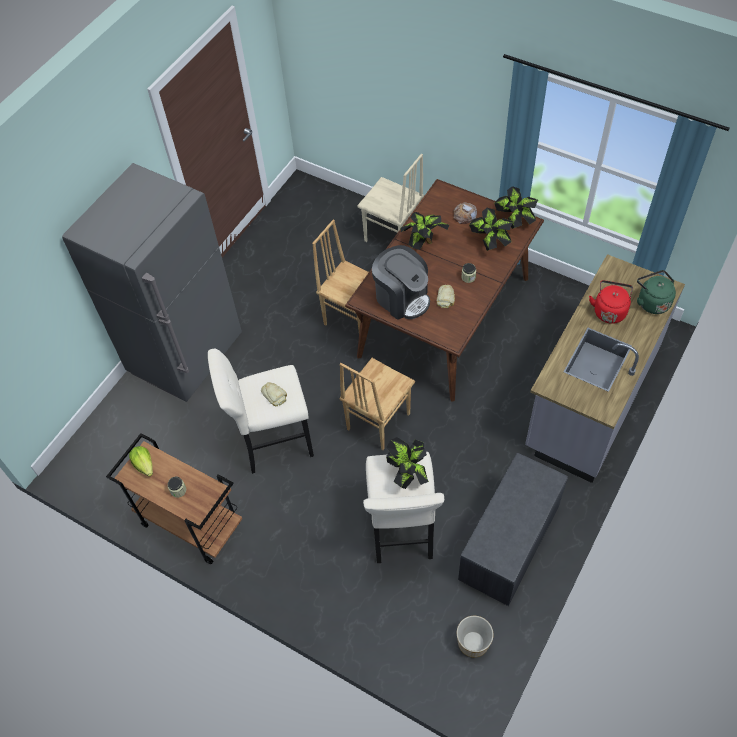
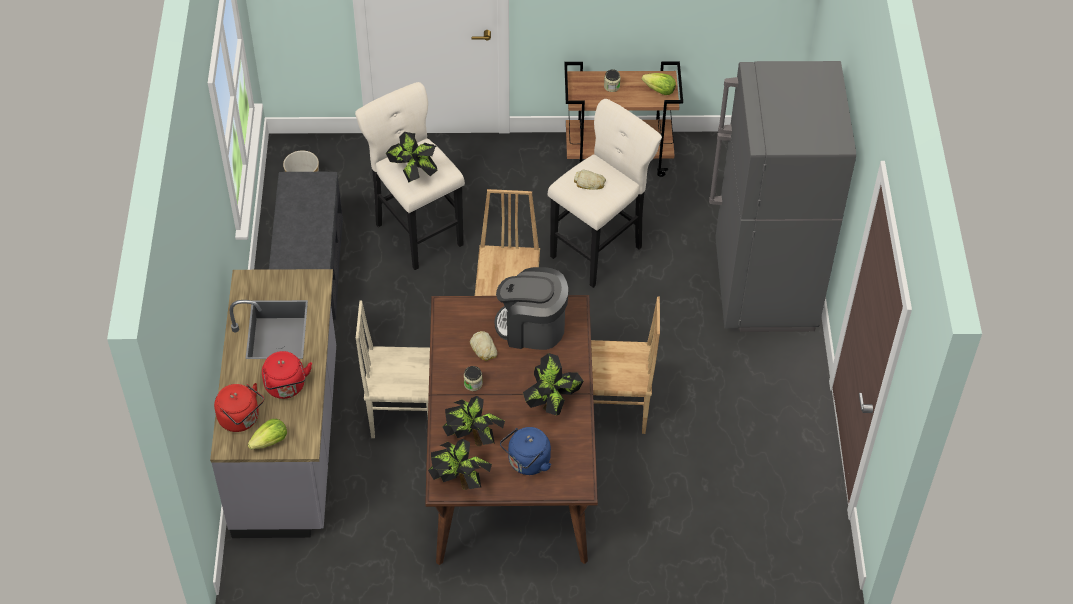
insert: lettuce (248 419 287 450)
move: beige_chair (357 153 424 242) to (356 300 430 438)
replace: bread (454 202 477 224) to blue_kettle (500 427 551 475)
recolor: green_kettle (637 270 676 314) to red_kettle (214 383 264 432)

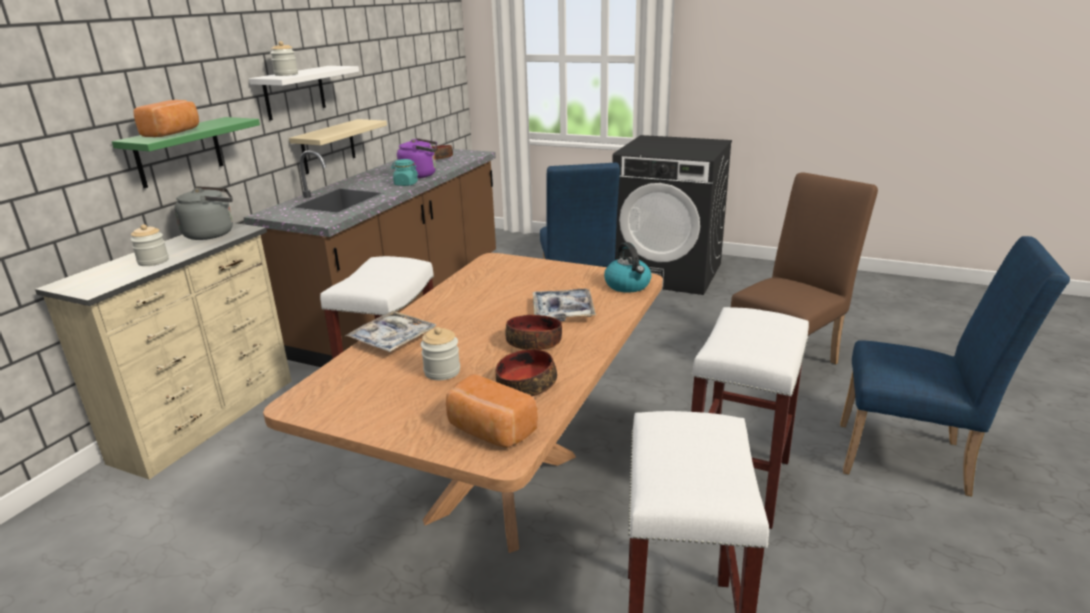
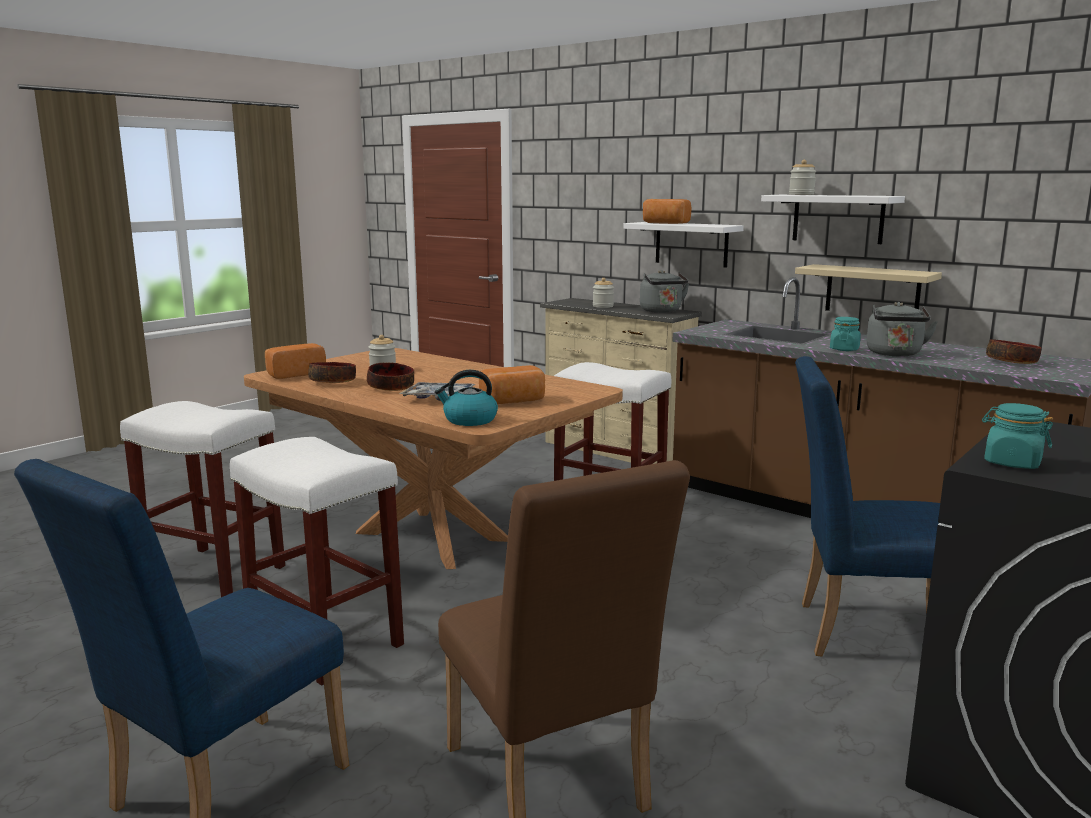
delete: tray (345 311 436 352)
insert: bread (479 365 545 404); turquoise_jar (982 403 1053 469)
recolor: green_shelf (112 117 260 188) to white_shelf (623 222 744 268); purple_kettle (397 138 437 178) to grey_kettle (867 302 938 356)

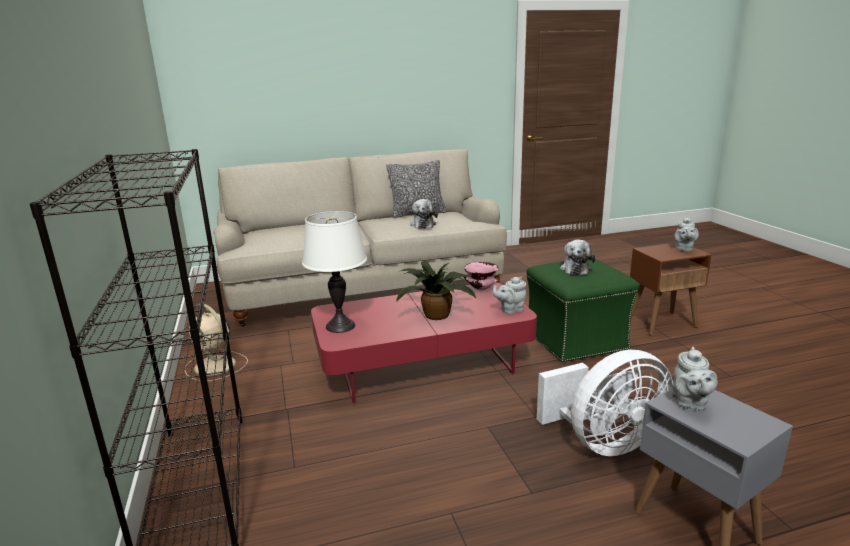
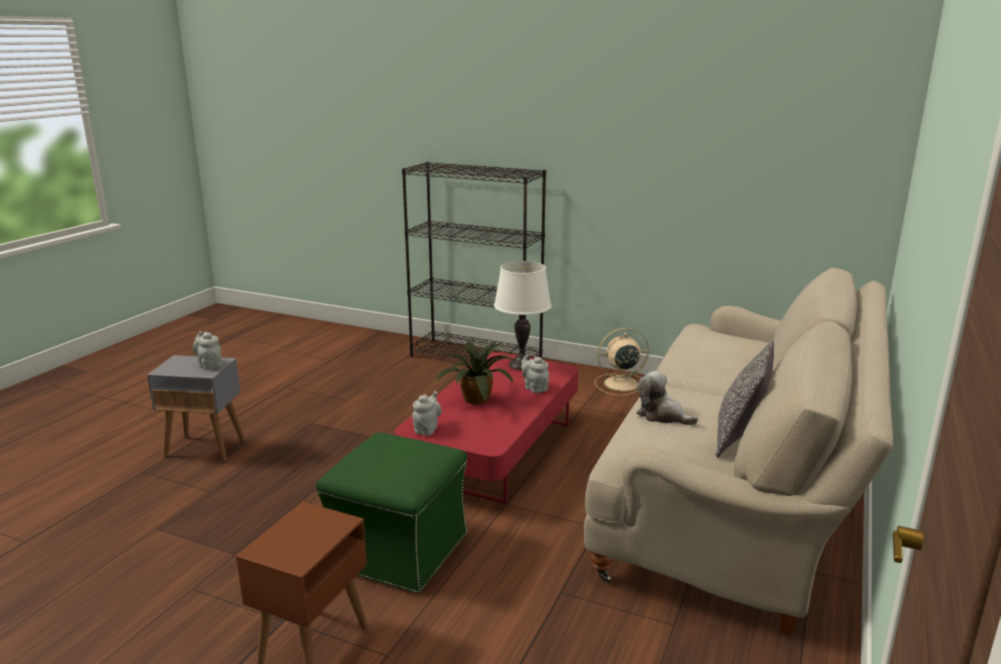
delete: pink_bowl (464 262 499 291); white_fan (537 350 673 456); plush_toy (560 239 595 275)
move: grey_teapot (674 217 699 252) to (521 355 549 393)

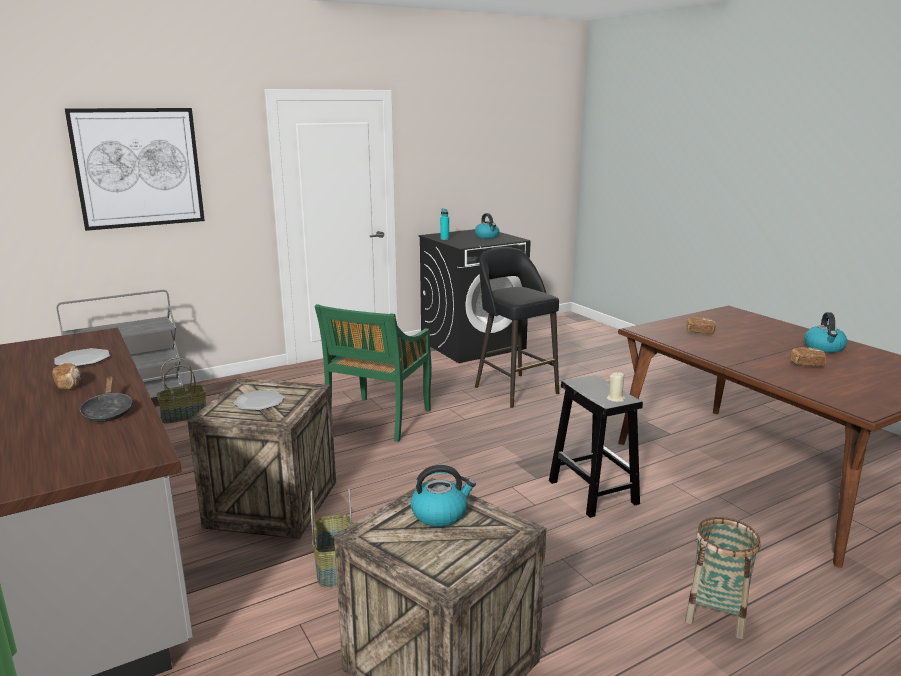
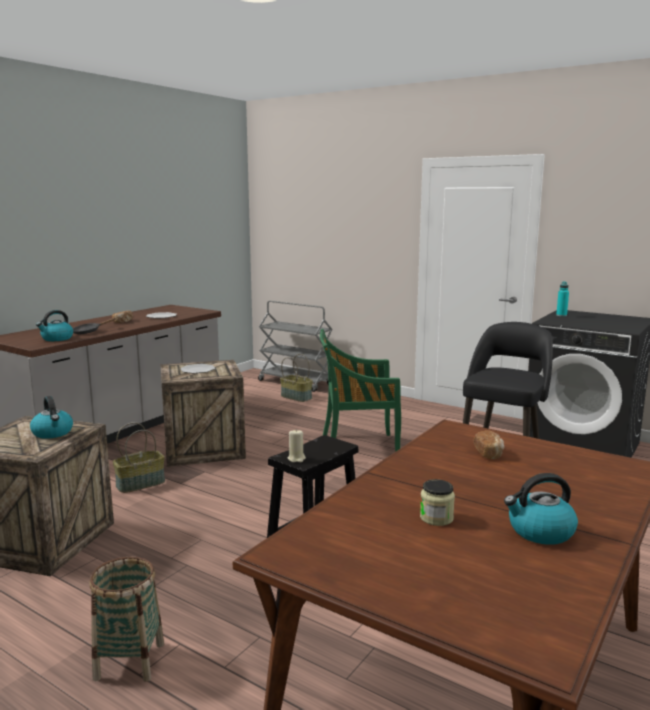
delete: picture (65 108 205 231)
move: kettle (475 213 500 239) to (36 310 73 341)
replace: bread (790 347 826 366) to jar (420 479 455 526)

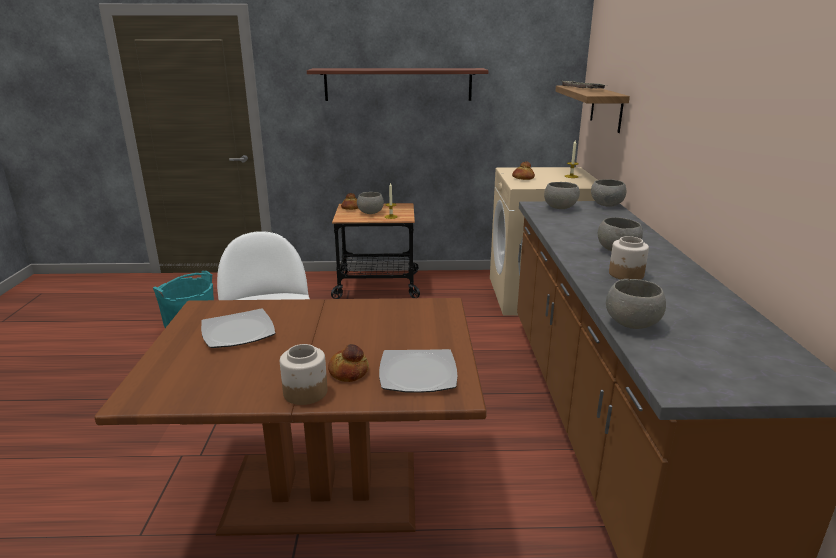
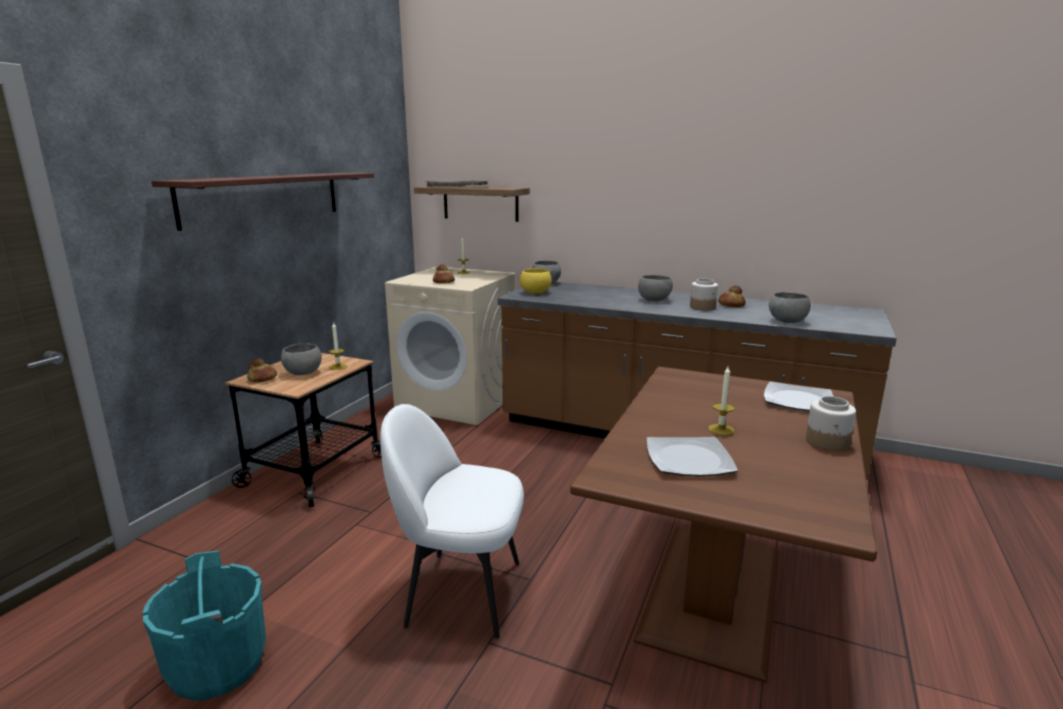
insert: candle (708 366 735 435)
move: bread (328 344 369 382) to (718 286 746 307)
recolor: grey_bowl (544 182 580 209) to yellow_bowl (520 268 551 294)

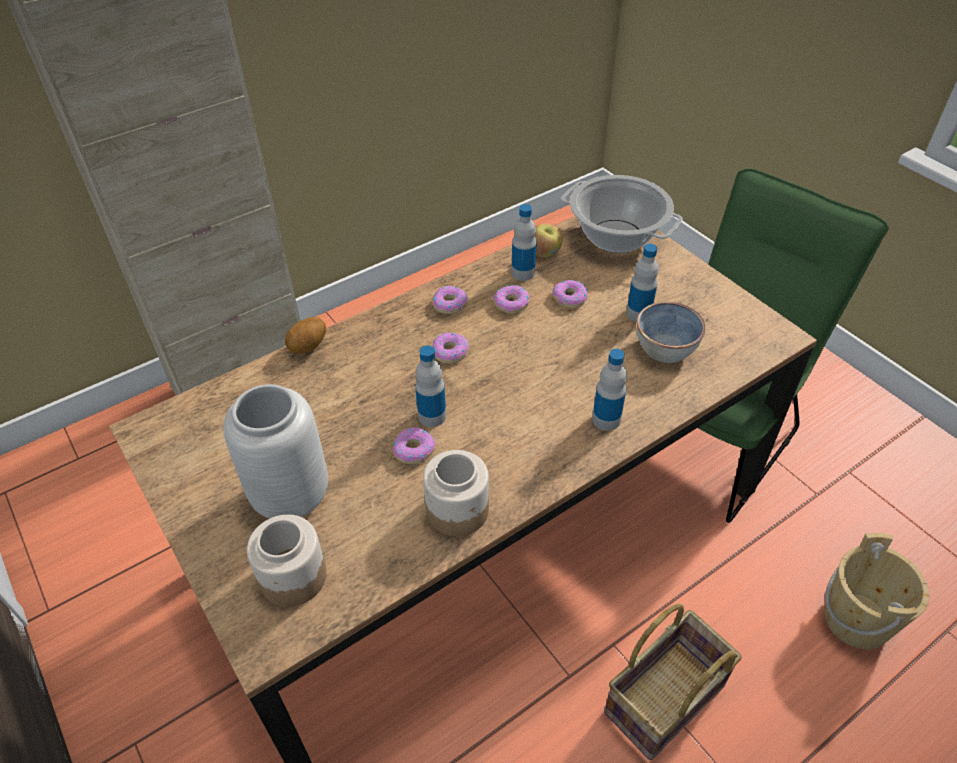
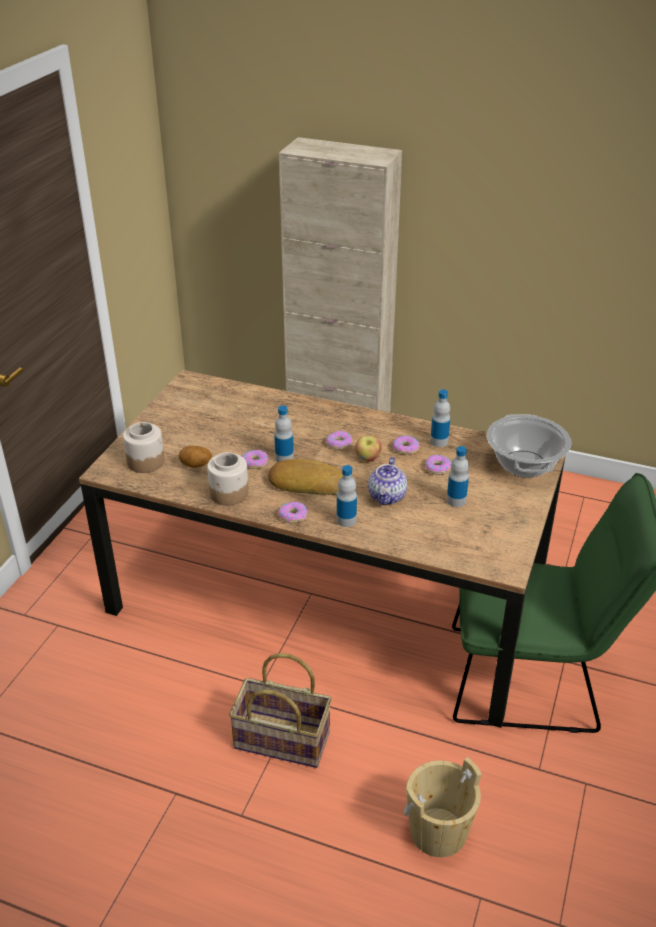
delete: grey_vase (223 384 328 519); bowl (637 302 706 363)
insert: bread (268 459 343 495); teapot (368 457 407 505)
move: potato (285 317 326 354) to (179 446 212 468); donut (433 286 468 314) to (278 502 308 523); apple (535 223 563 257) to (355 436 381 462)

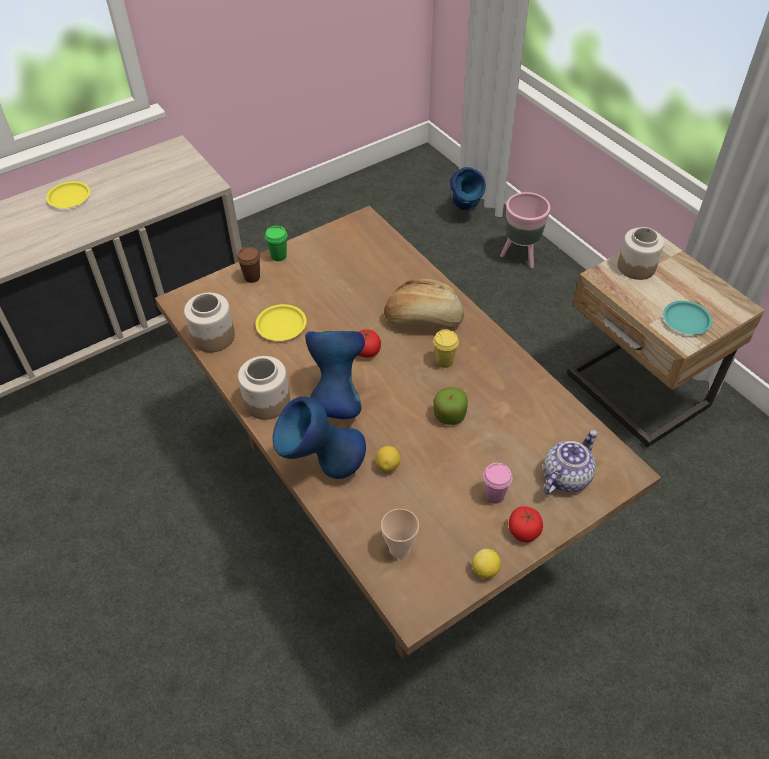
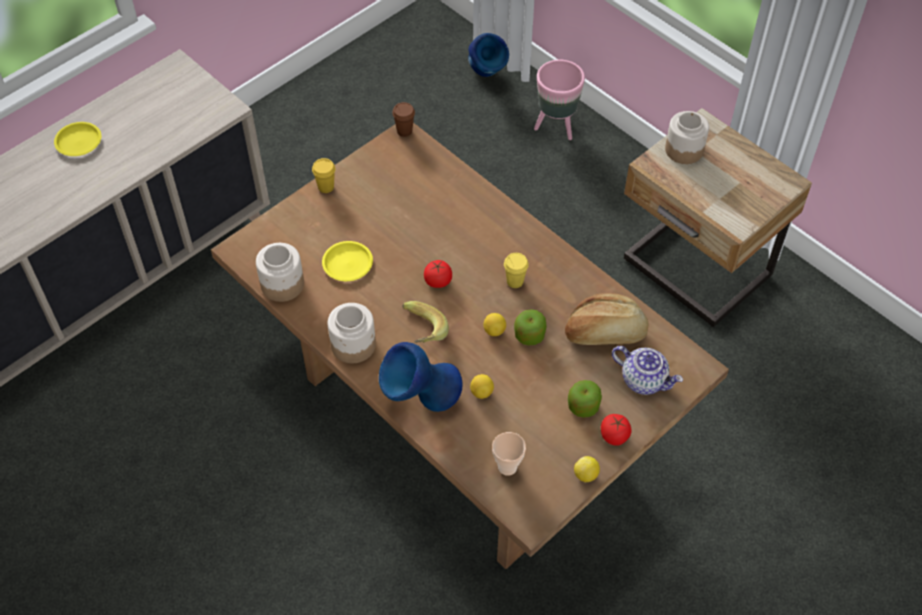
delete: turquoise_plate (663 301 712 335)
insert: lemon (484 313 506 336)
move: brown_cup (237 247 260 283) to (392 102 415 137); bread (384 278 464 329) to (565 293 648 345)
replace: blue_vase (305 331 365 419) to banana (402 301 449 343); pink_cup (483 463 512 504) to apple (568 380 602 418)
recolor: green_cup (265 226 288 261) to yellow_cup (312 158 335 193)
rotate: teapot (543 430 597 495) = (612 346 683 395) 90 degrees clockwise

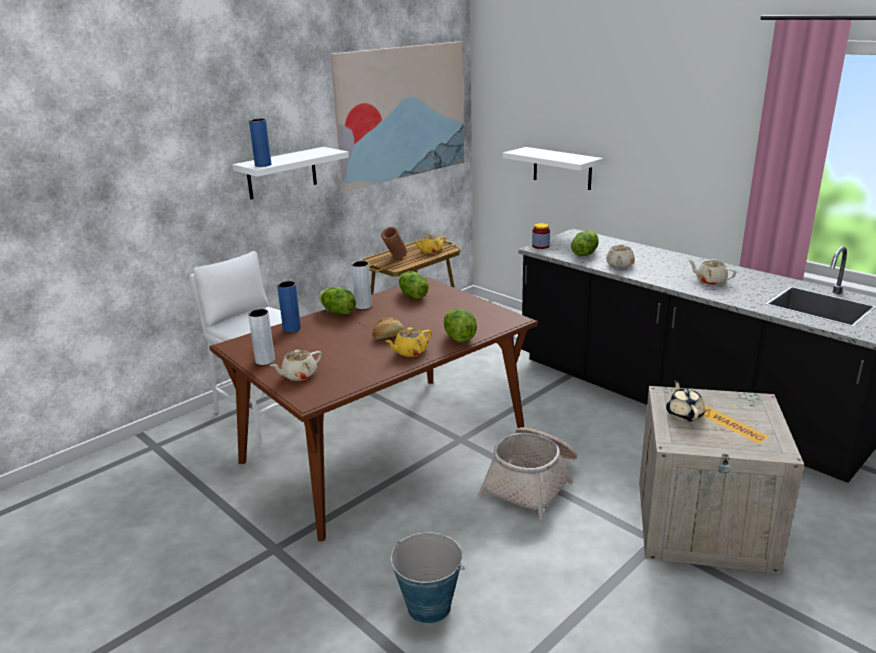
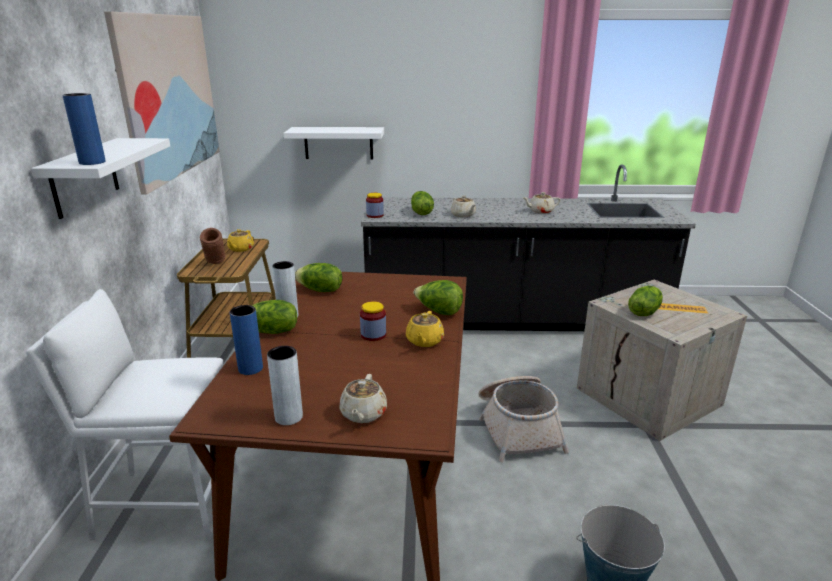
replace: bread (372 318 404 340) to jar (360 301 386 341); beige_teapot (666 380 705 422) to lettuce (628 286 663 316)

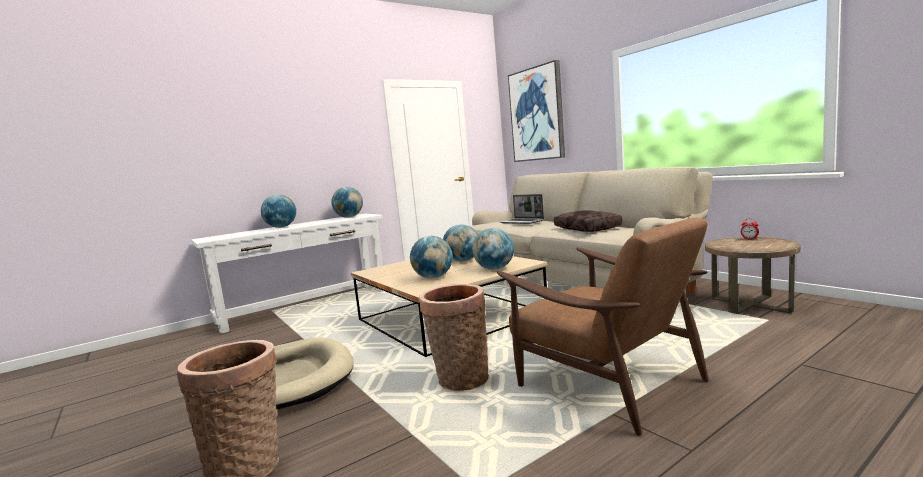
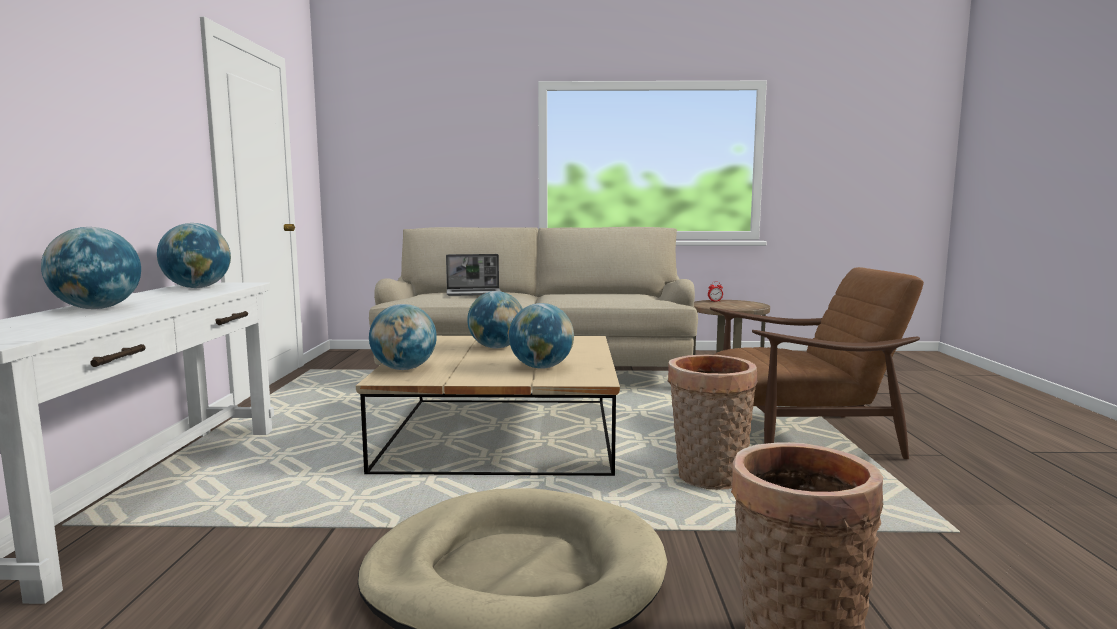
delete: picture (508 60 565 162); brown_pillow (554 210 622 232)
move: globe (472 228 514 270) to (369 304 437 370)

